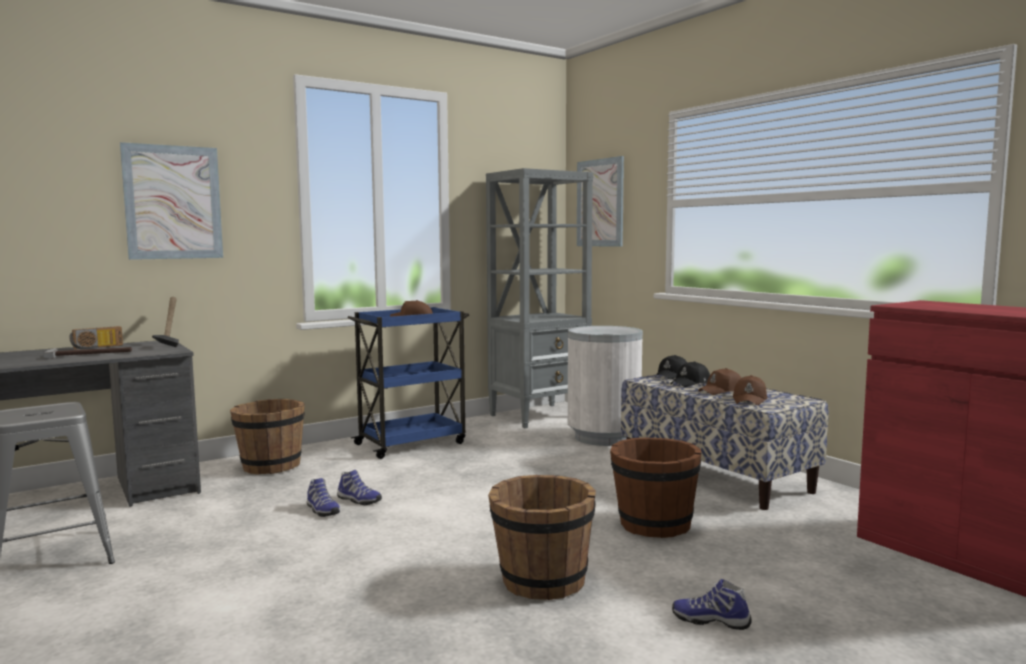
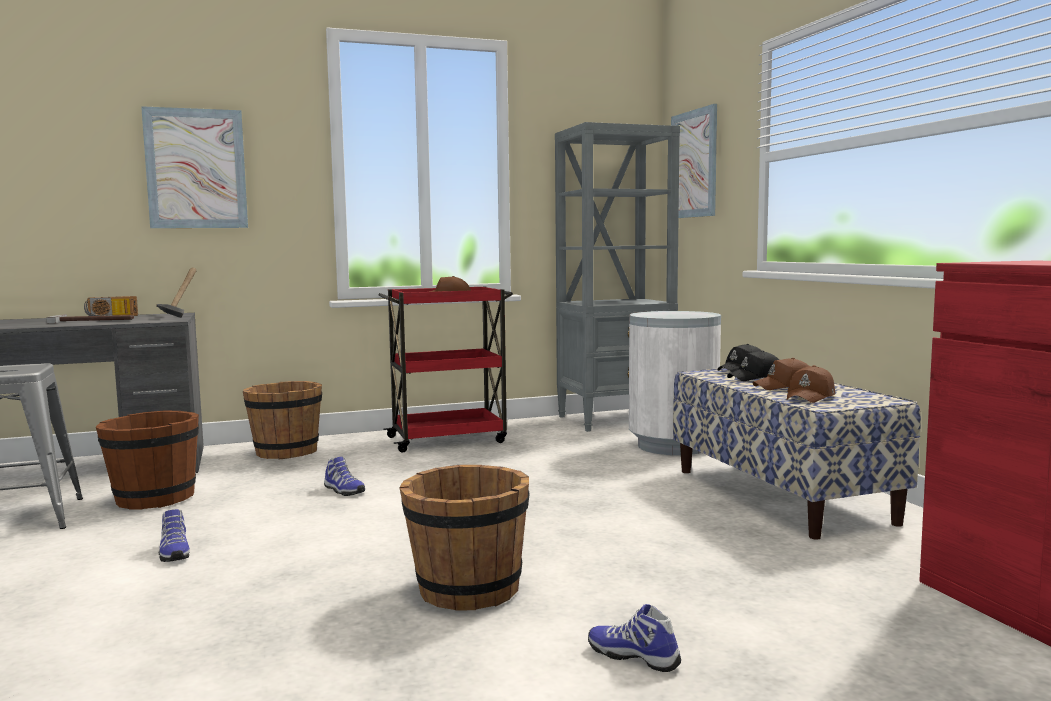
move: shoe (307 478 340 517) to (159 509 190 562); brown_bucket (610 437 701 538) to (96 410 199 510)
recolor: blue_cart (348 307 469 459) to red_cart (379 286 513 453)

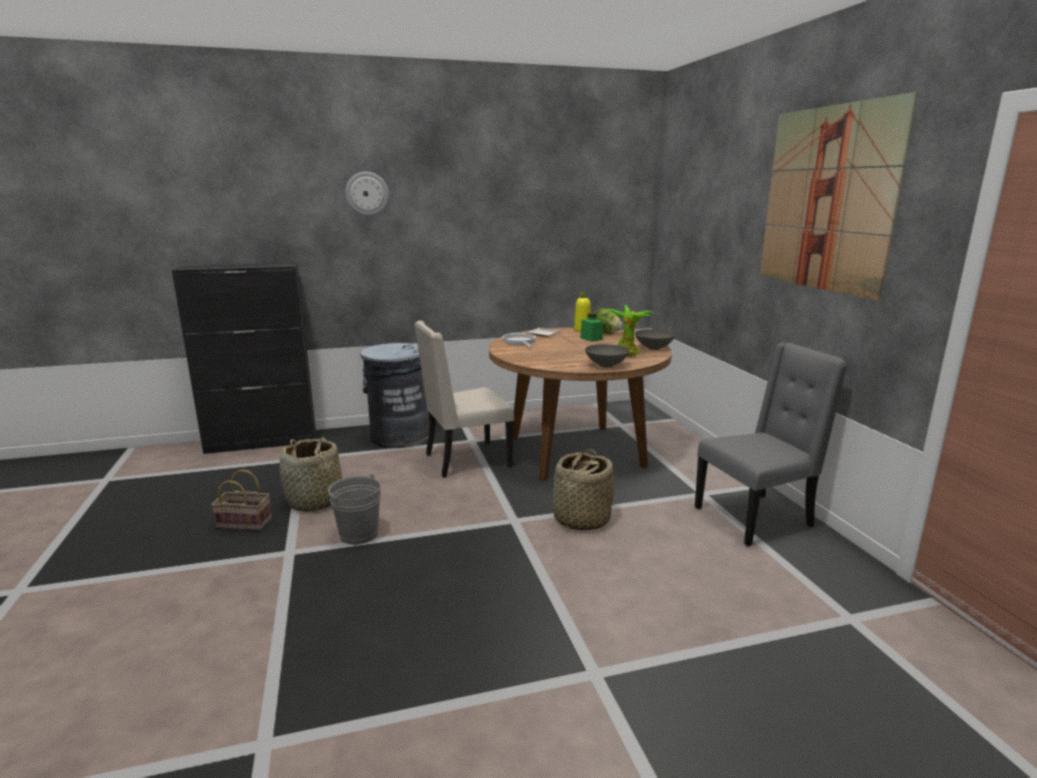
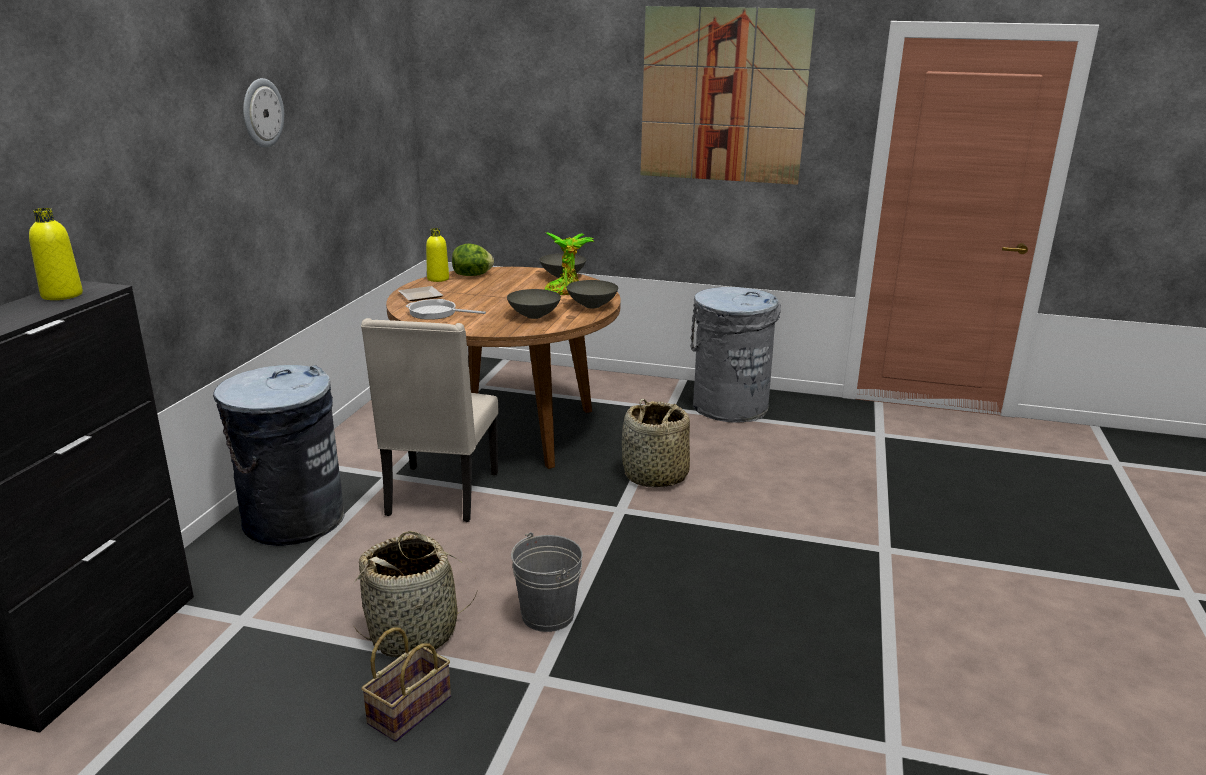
delete: green_jar (580 313 603 342)
insert: yellow_bottle (29 208 83 300); grey_bowl (507 289 561 319)
move: wall_clock (345 172 389 216) to (243 78 284 148)
replace: grey_chair (695 343 848 546) to grey_trash_can (691 287 781 423)

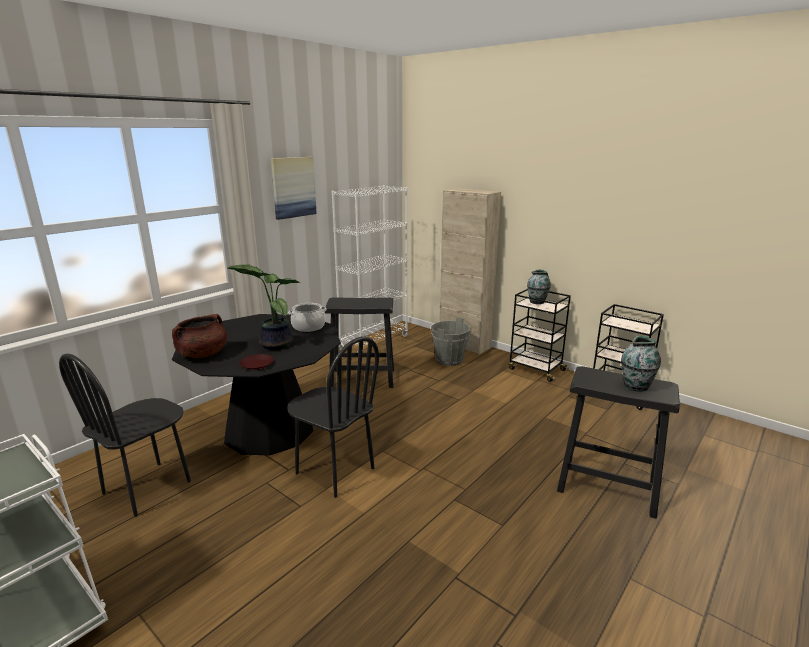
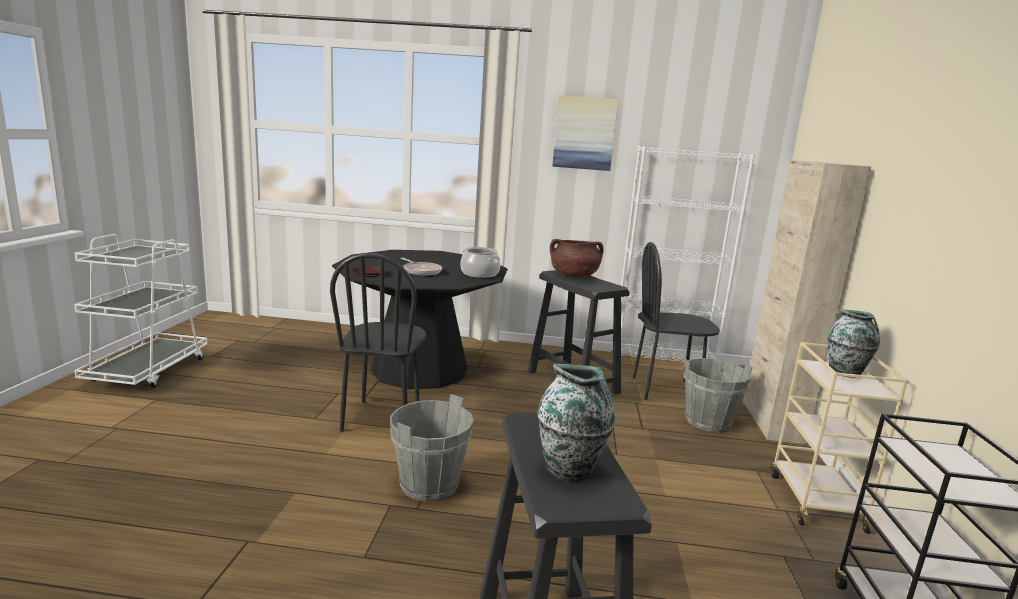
insert: grey_bucket (390 394 474 502)
move: black_chair (59 353 191 517) to (633 242 720 400); brown_cooking_pot (172 314 227 358) to (550 239 604 277)
replace: potted_plant (228 264 302 350) to frying_pan (401 258 442 275)
recolor: black_cart (508 289 571 382) to beige_cart (770 342 908 534)

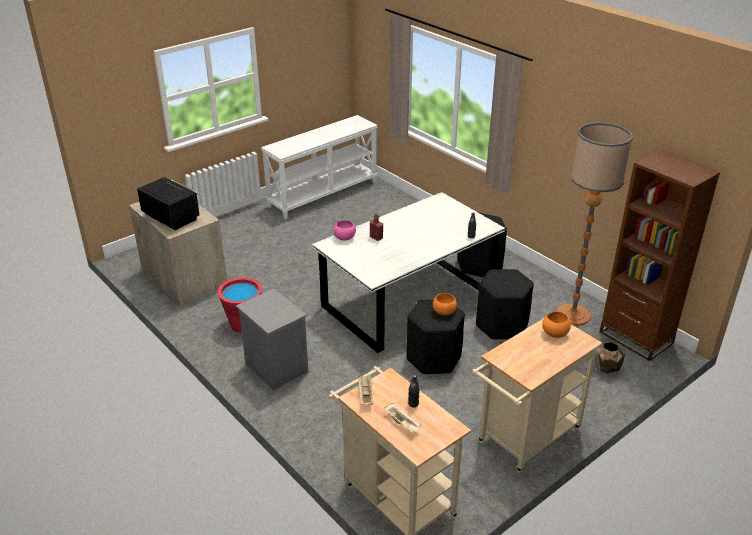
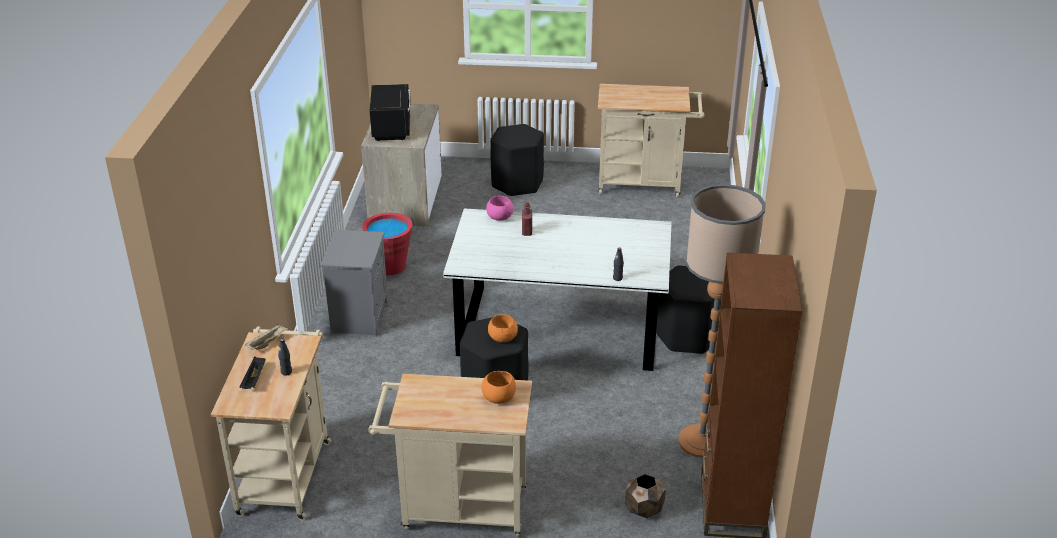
move: black_stool (476 269 534 340) to (490 124 544 196)
replace: white_console_table (261 115 378 219) to beige_cart (598 84 704 198)
recolor: beige_tray (384 403 421 433) to black_tray (239 357 266 389)

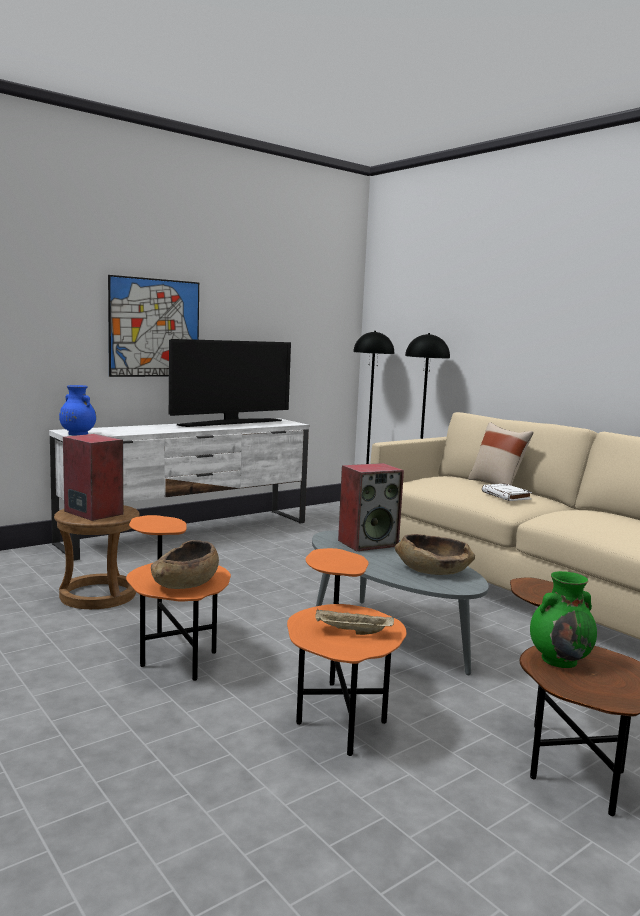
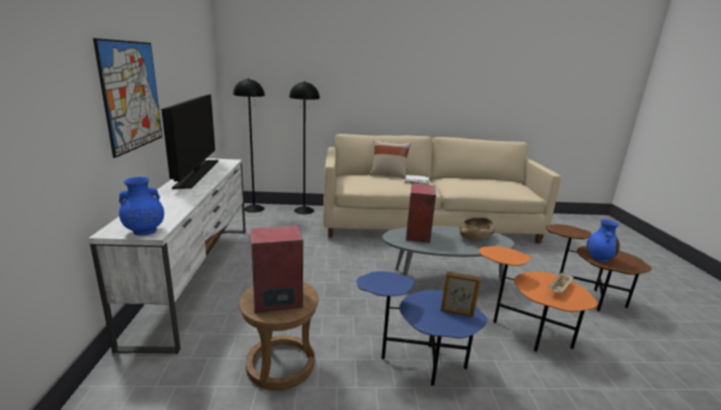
replace: brown_bowl (151 540 219 589) to picture_frame (441 271 481 317)
recolor: orange_side_table (126 515 231 681) to blue_side_table (357 271 488 386); green_vase (530 571 597 668) to blue_vase (587 220 620 262)

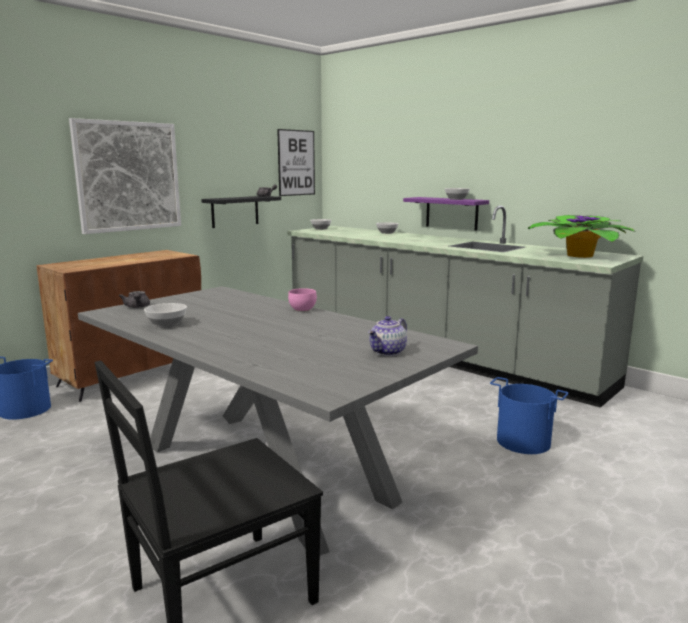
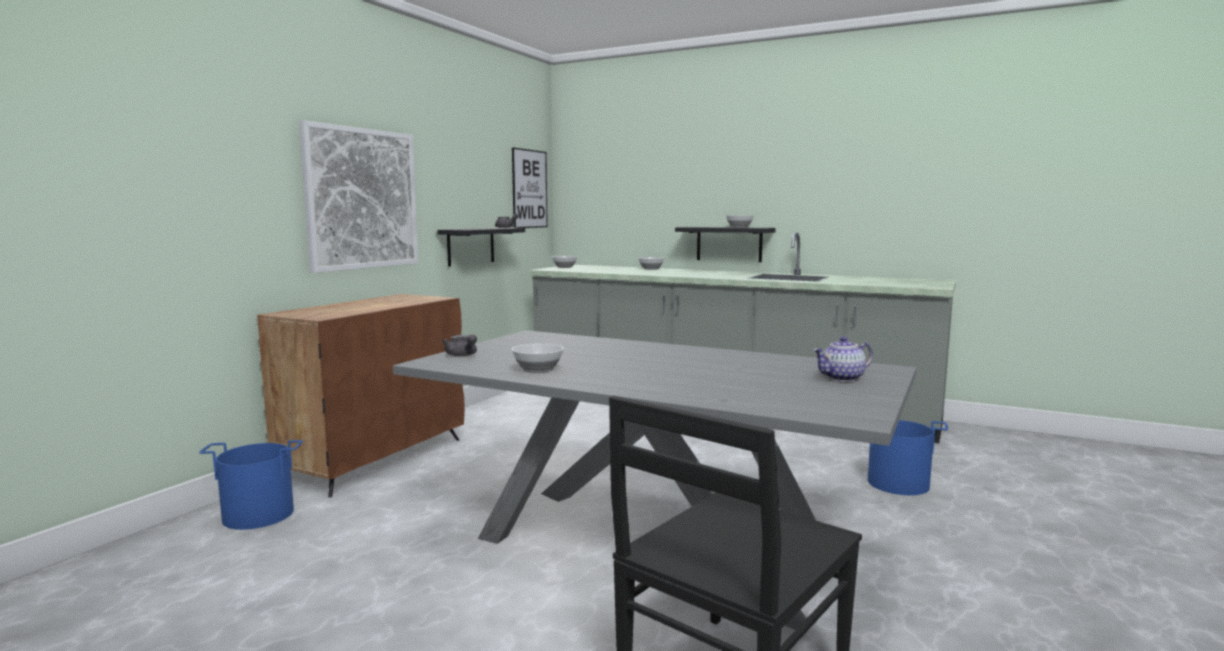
delete: pink_bowl (288 288 317 312); potted_plant (528 215 635 258)
recolor: purple_shelf (403 197 489 231) to black_shelf (675 227 776 262)
rotate: teapot (368 316 407 356) = (813 337 873 382) 45 degrees clockwise

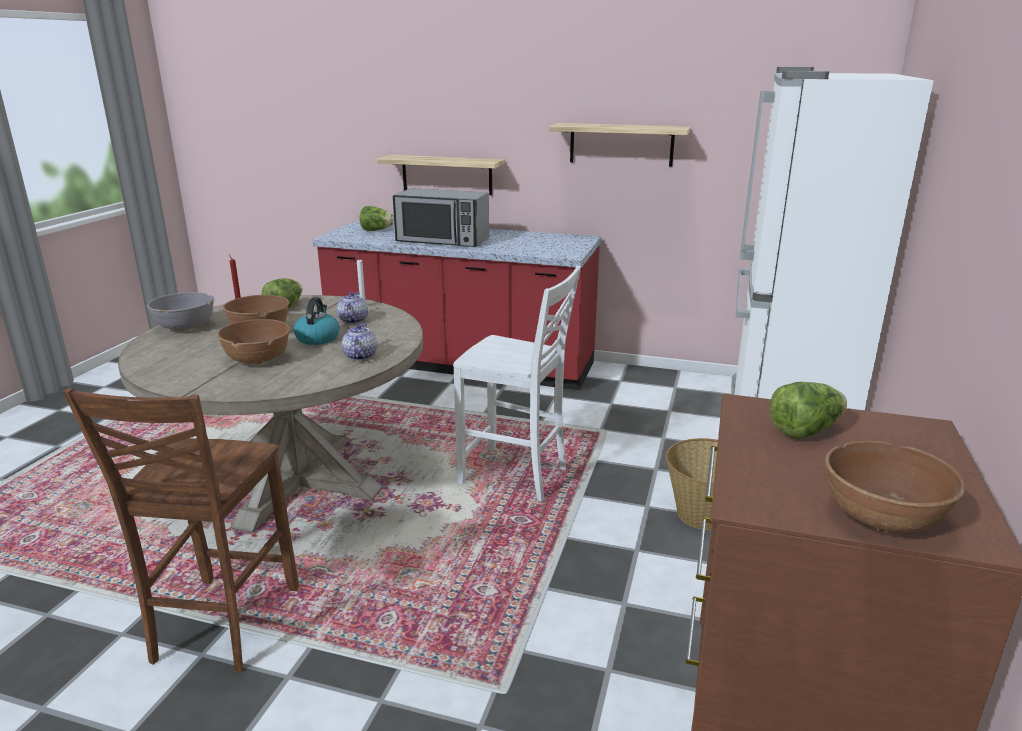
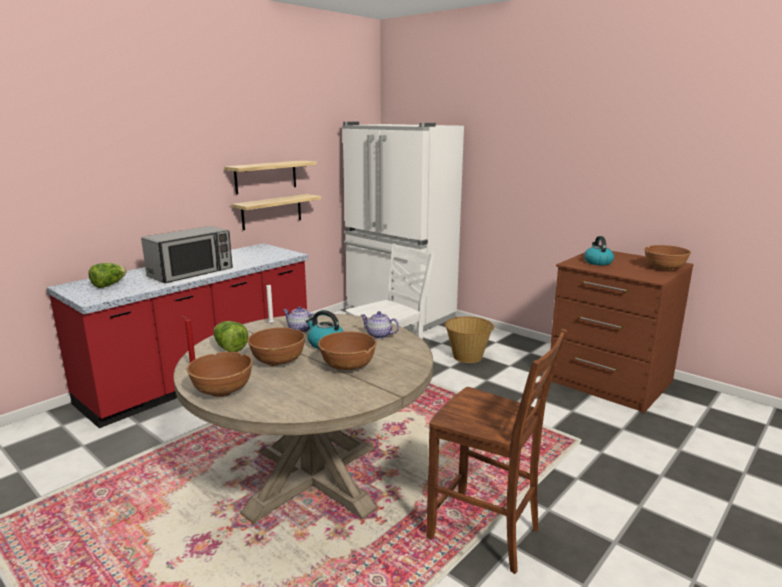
move: shelf (377 155 505 195) to (232 194 321 230)
replace: lettuce (770 382 847 438) to kettle (584 236 614 265)
recolor: grey_bowl (147 292 214 332) to brown_bowl (187 352 253 397)

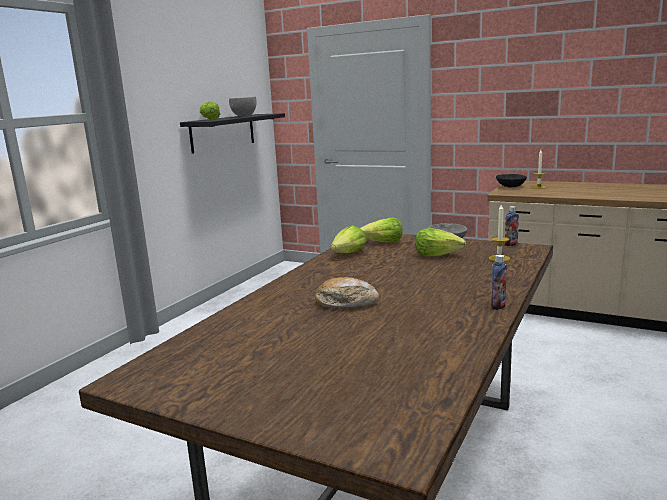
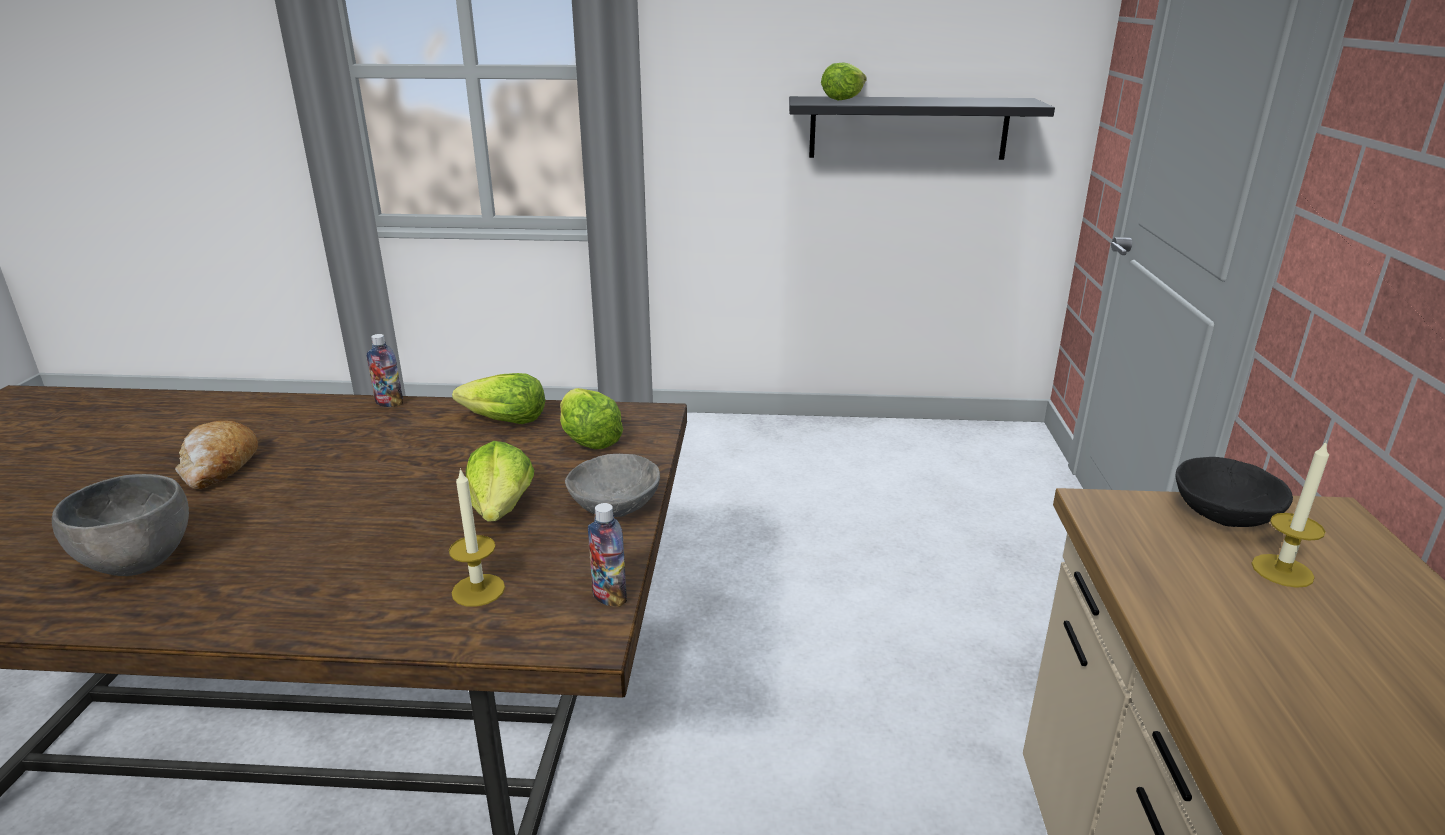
move: grey_bowl (229 97 257 116) to (52 474 189 576); bottle (491 255 507 310) to (367 334 403 407)

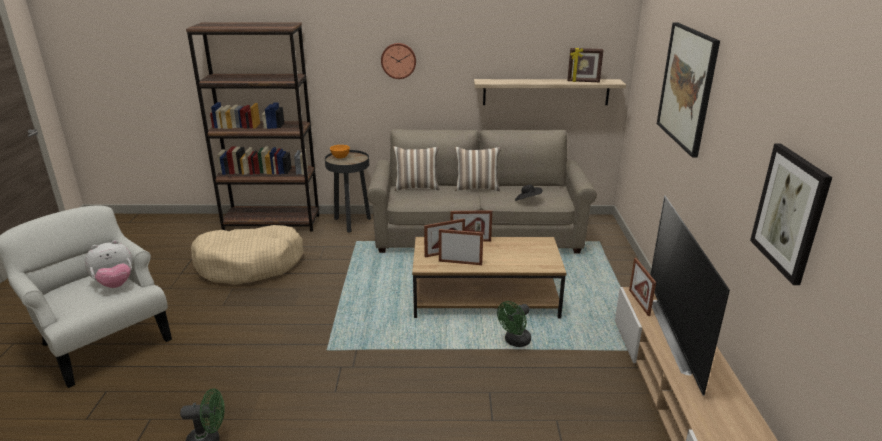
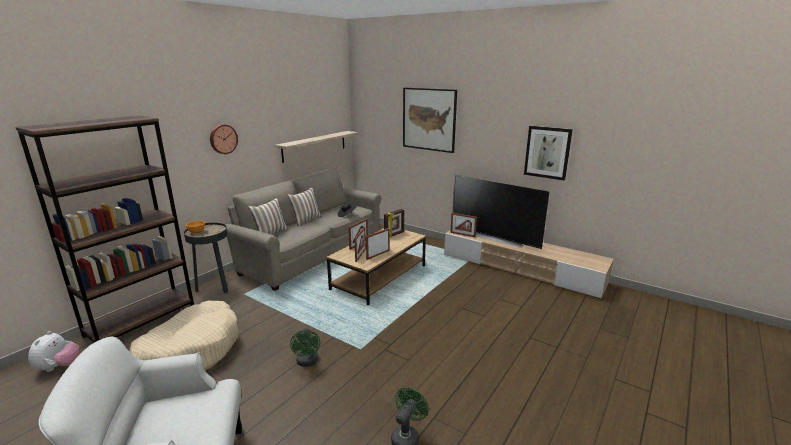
move: plush_toy (85 240 133 288) to (28 331 79 372); green_fan (497 301 531 347) to (290 328 320 367); picture_frame (567 48 603 82) to (384 209 404 237)

